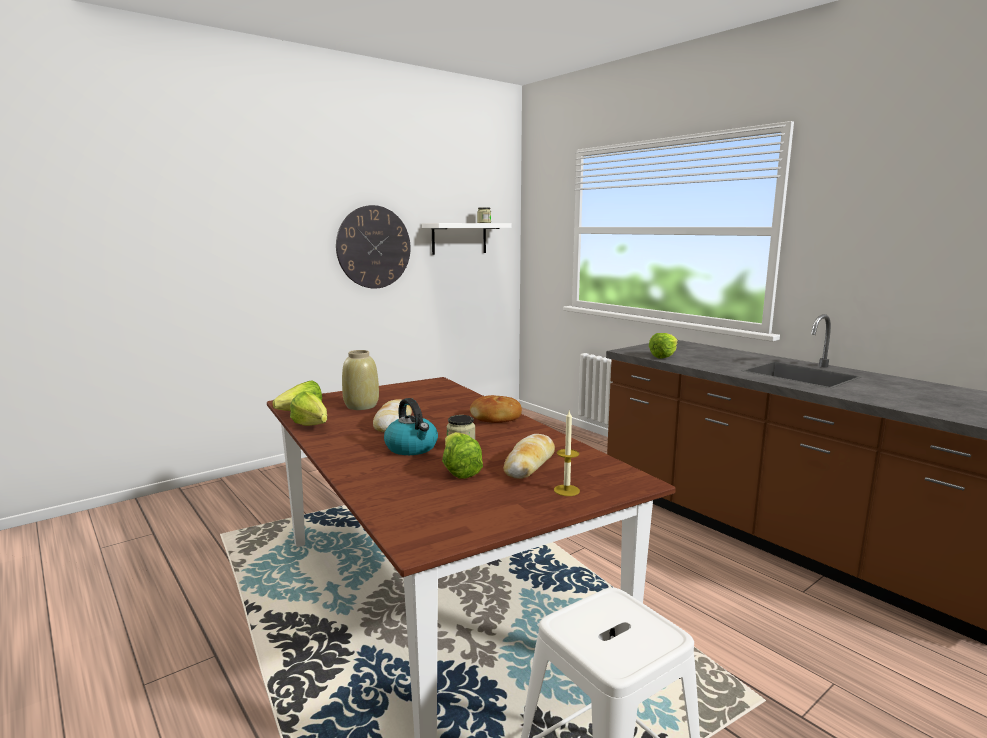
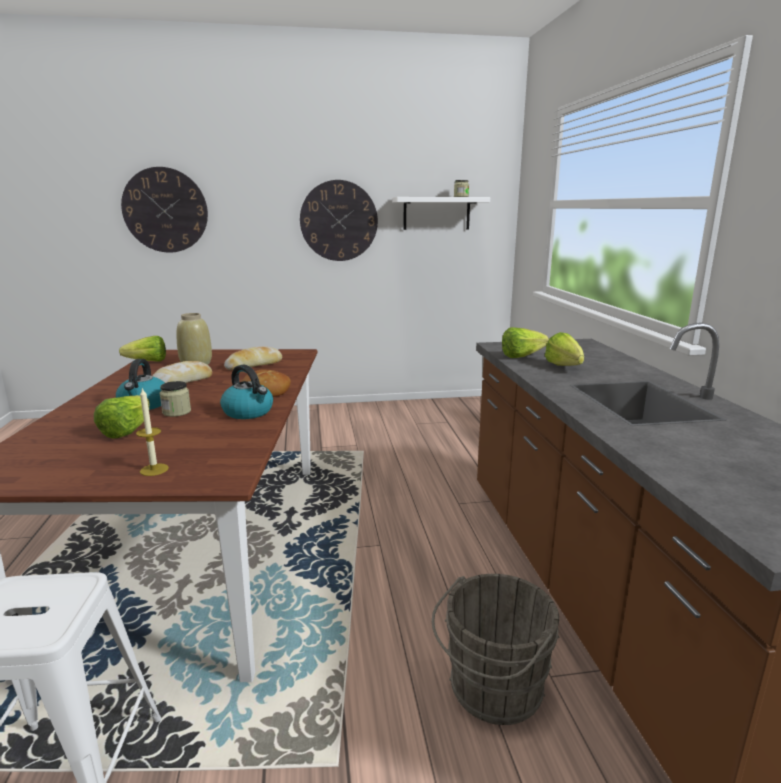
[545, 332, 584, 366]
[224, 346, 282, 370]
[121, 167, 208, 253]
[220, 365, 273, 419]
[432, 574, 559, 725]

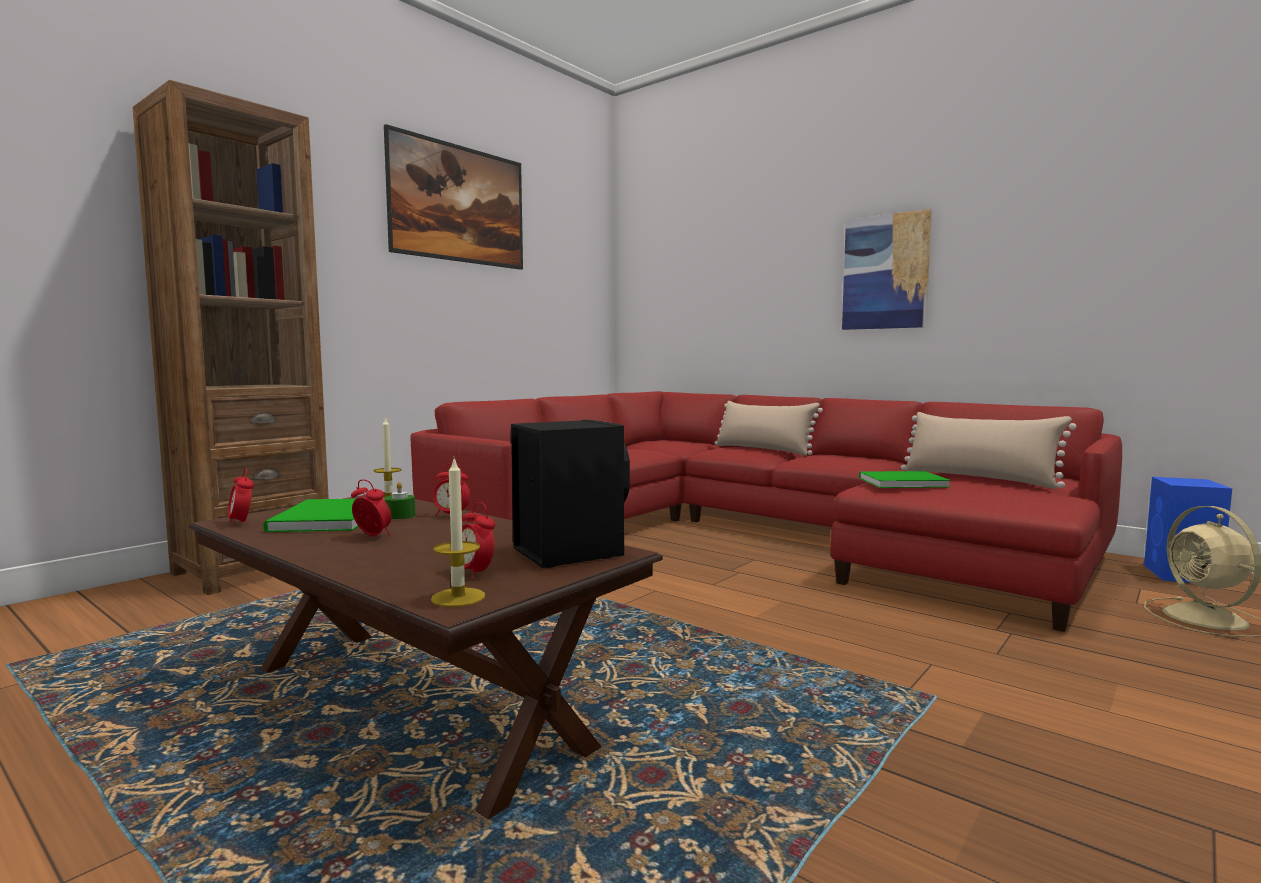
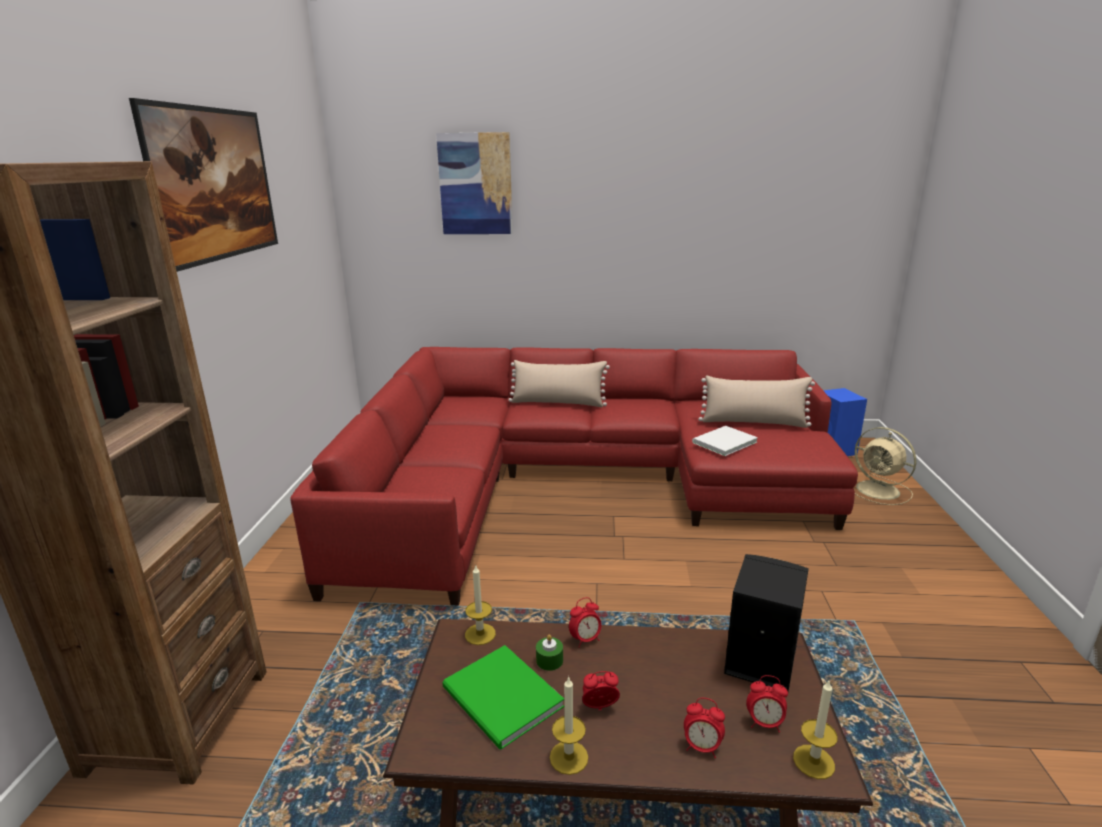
[436, 132, 513, 234]
[684, 698, 725, 758]
[692, 426, 758, 456]
[550, 676, 588, 775]

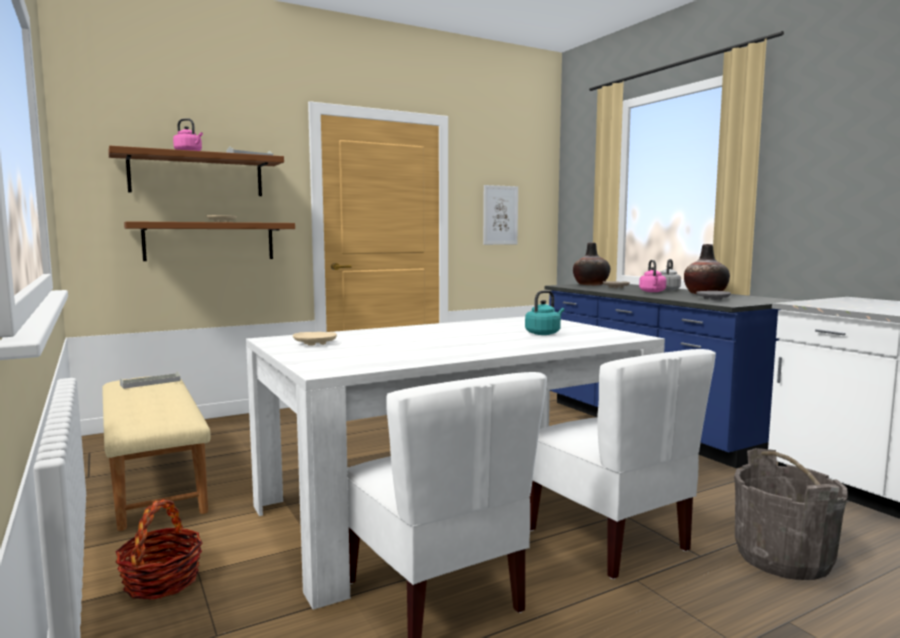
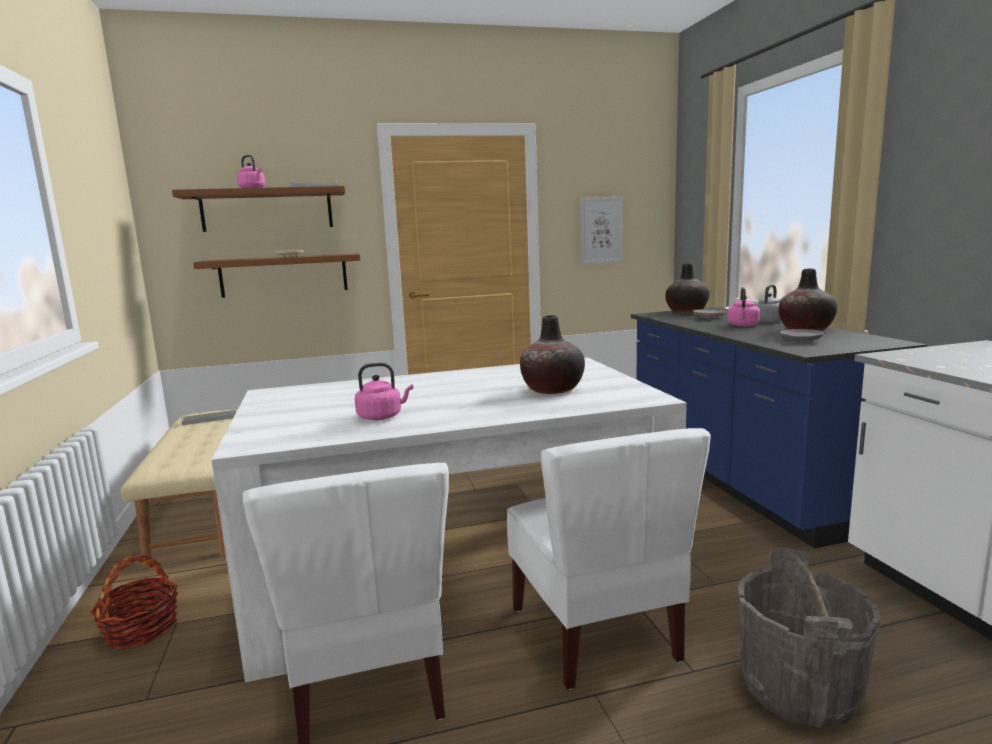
[520, 315, 585, 394]
[293, 332, 337, 346] (first image)
[355, 363, 413, 420]

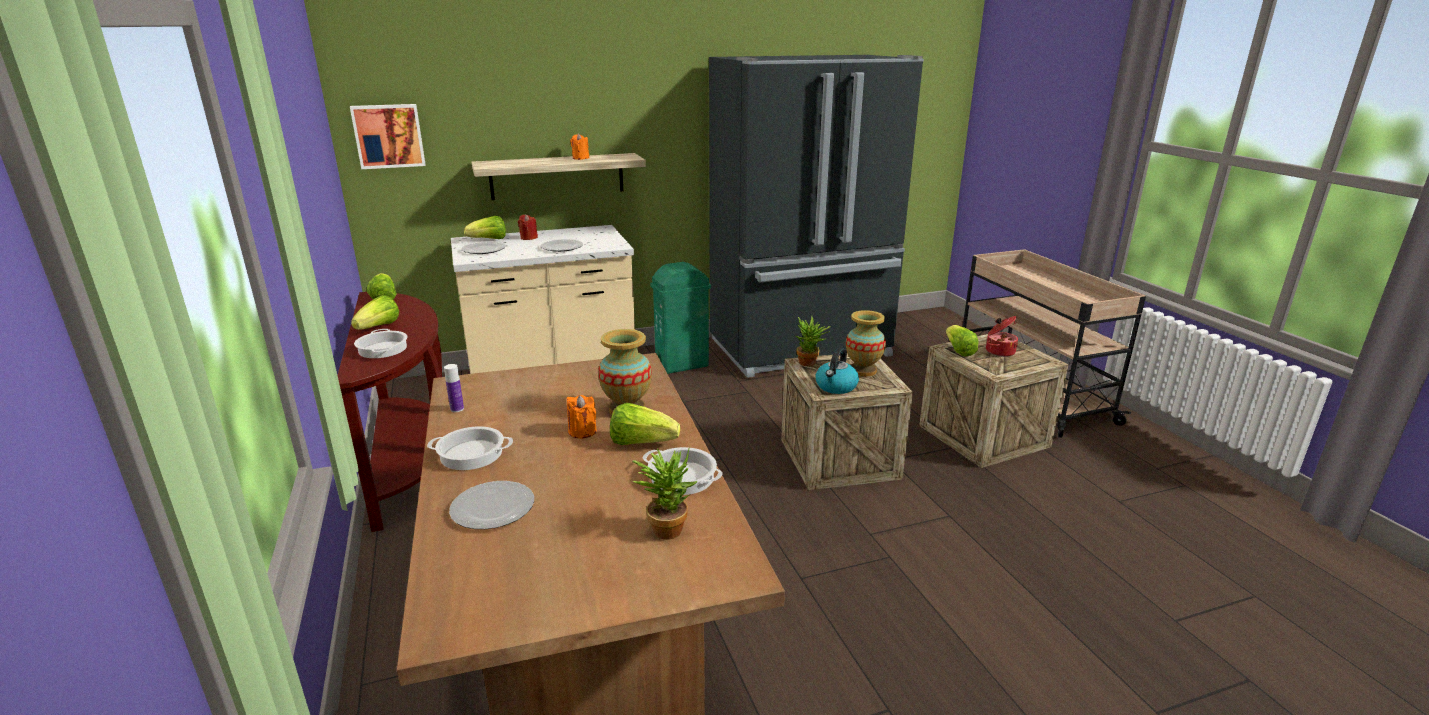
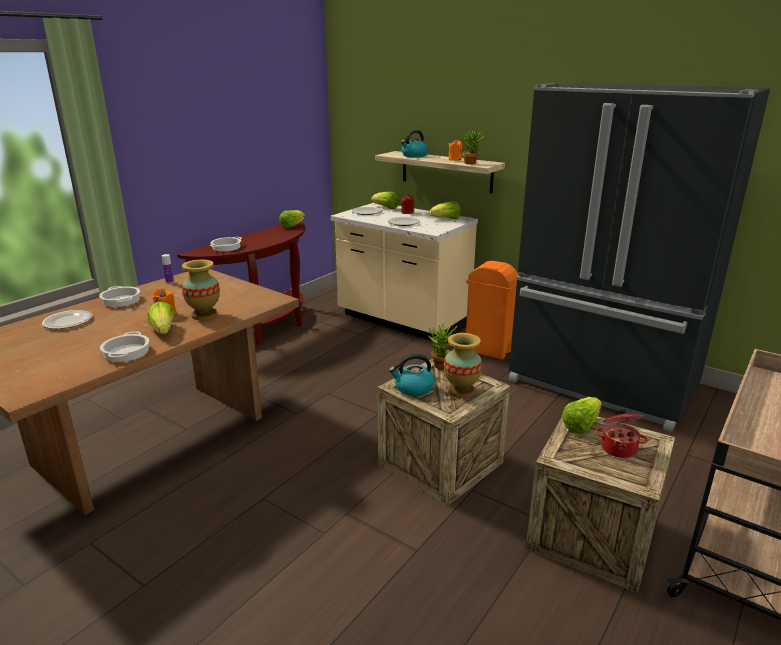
[350, 104, 426, 169] (first image)
[466, 261, 518, 360]
[430, 201, 461, 219]
[461, 129, 485, 164]
[401, 130, 428, 158]

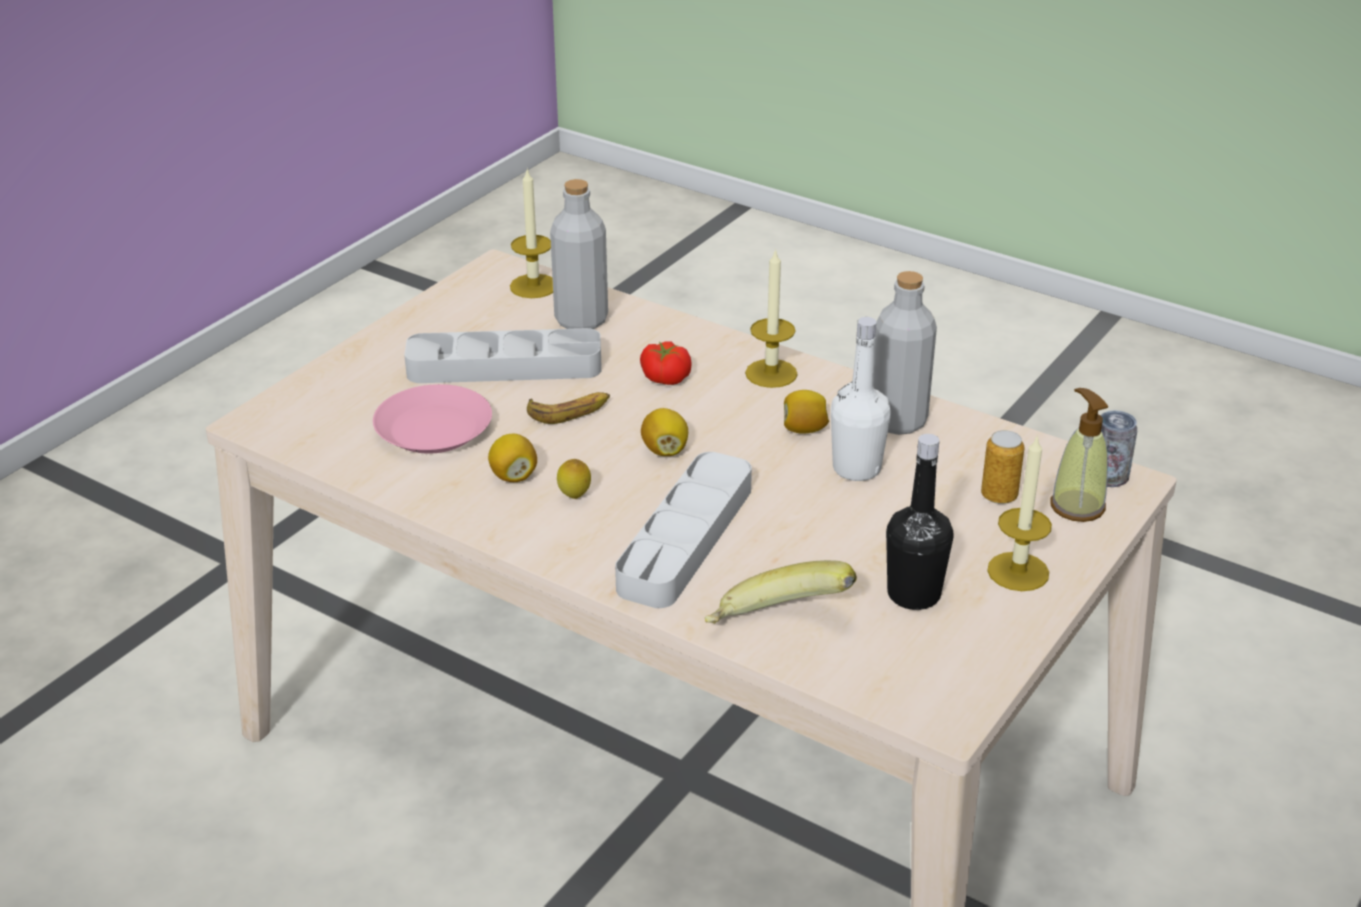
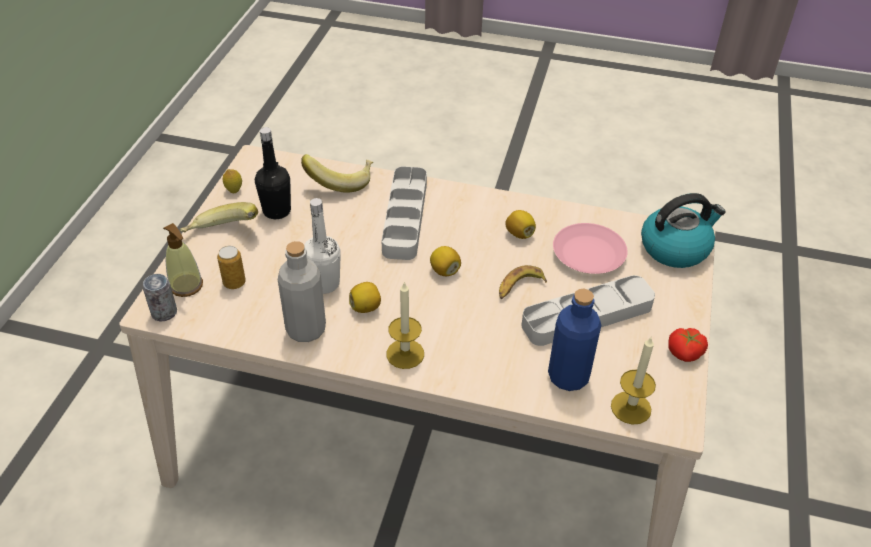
[548, 289, 601, 391]
[668, 328, 708, 362]
[180, 202, 258, 232]
[223, 169, 242, 193]
[641, 193, 726, 268]

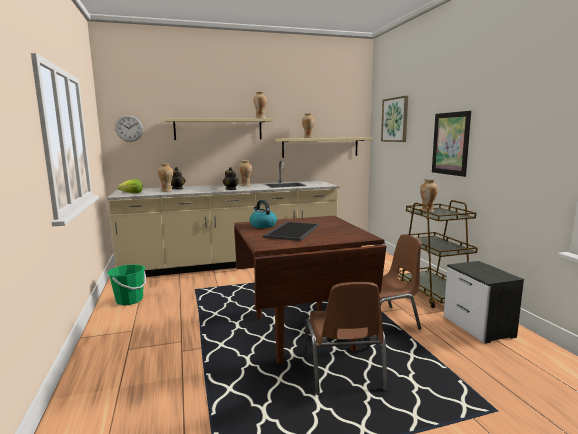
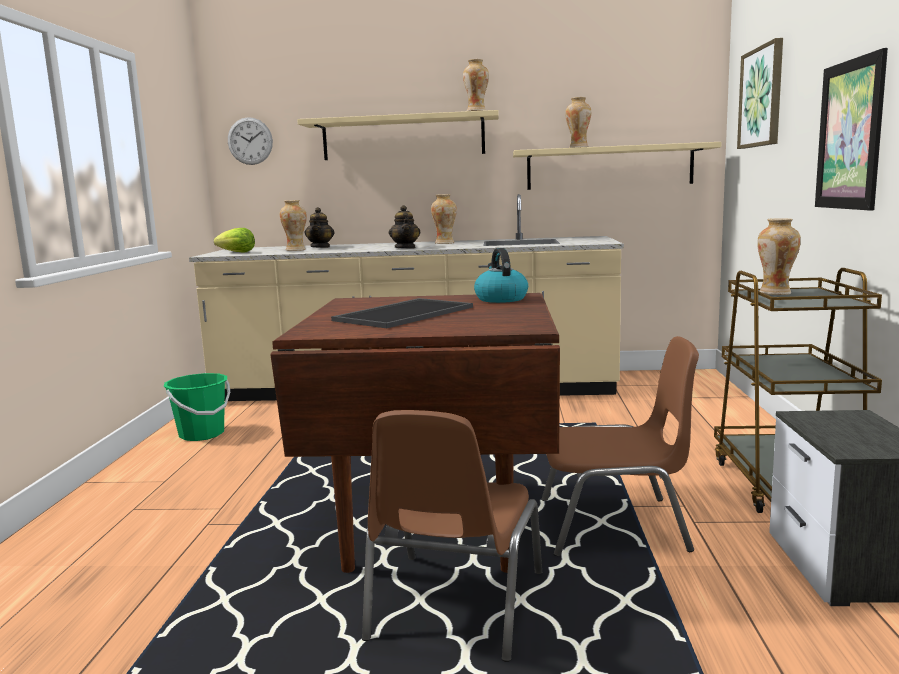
[474, 248, 528, 303]

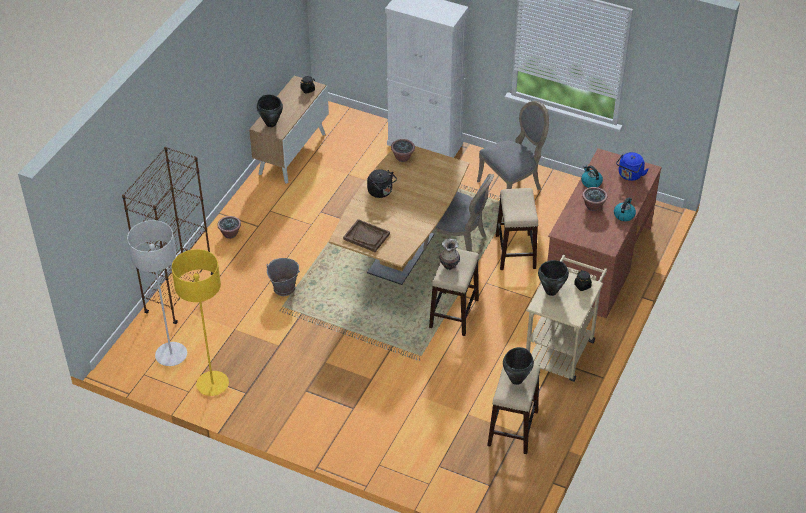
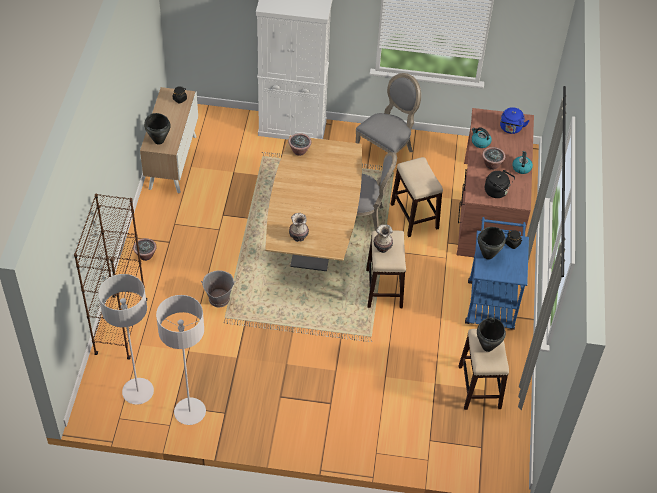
[485, 170, 515, 198]
[289, 213, 309, 242]
[156, 295, 206, 425]
[465, 217, 529, 330]

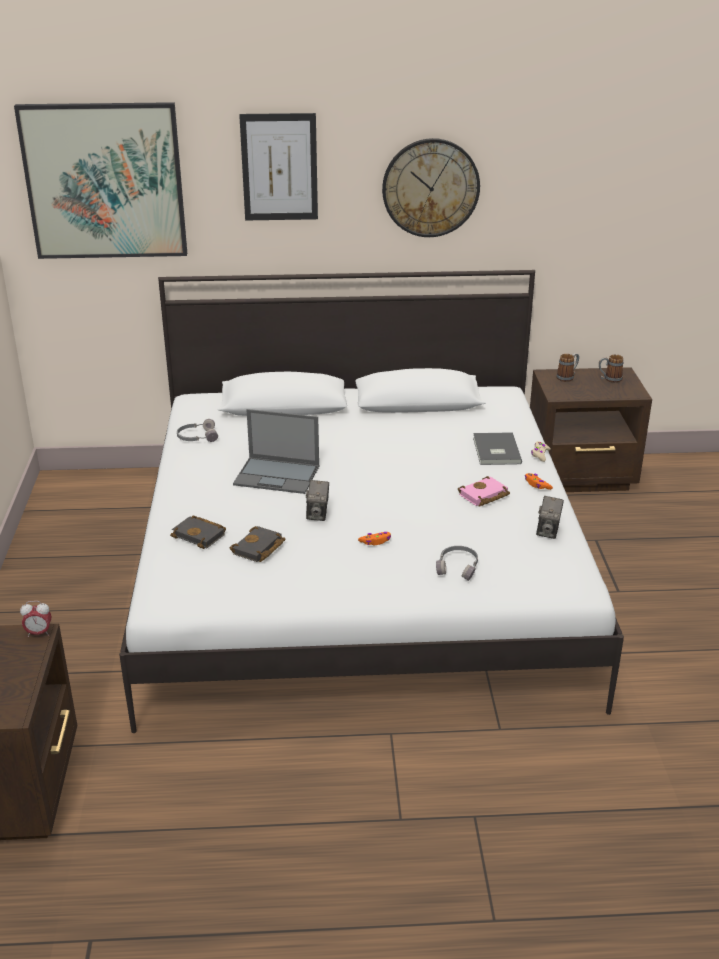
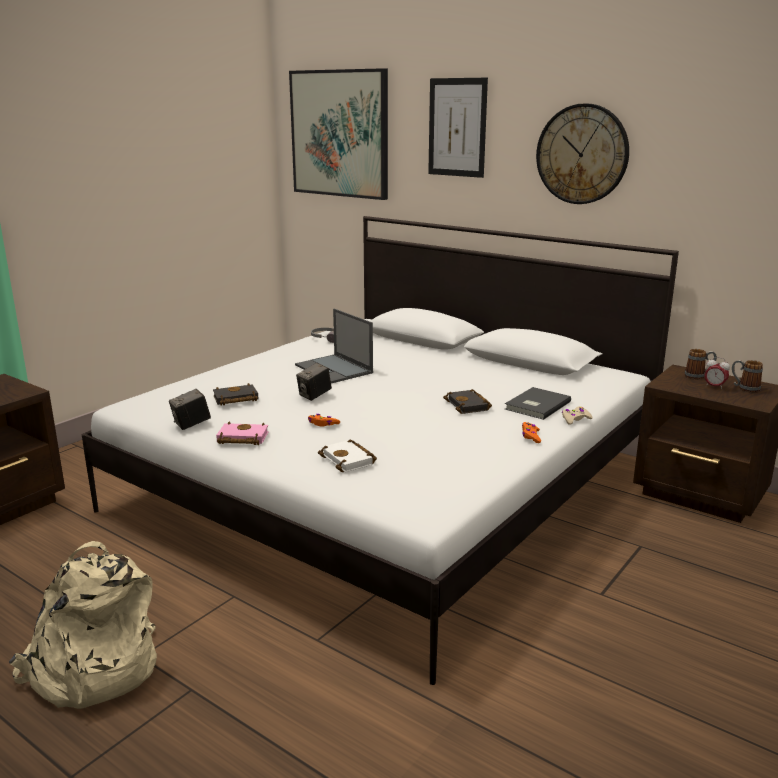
[216, 422, 269, 445]
[169, 389, 211, 430]
[443, 389, 492, 414]
[318, 439, 377, 472]
[705, 357, 730, 390]
[9, 541, 157, 709]

